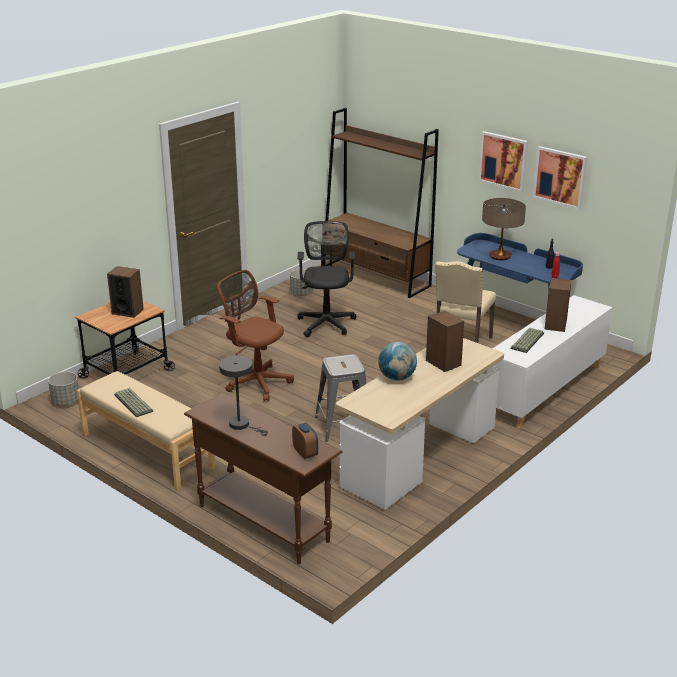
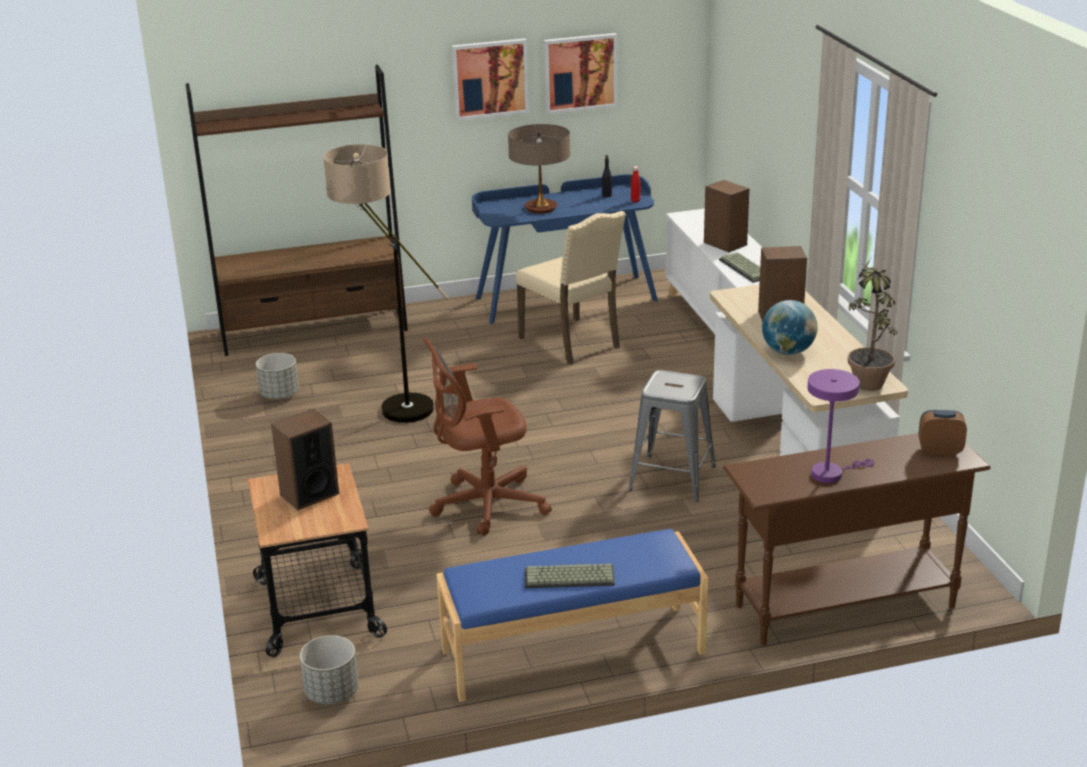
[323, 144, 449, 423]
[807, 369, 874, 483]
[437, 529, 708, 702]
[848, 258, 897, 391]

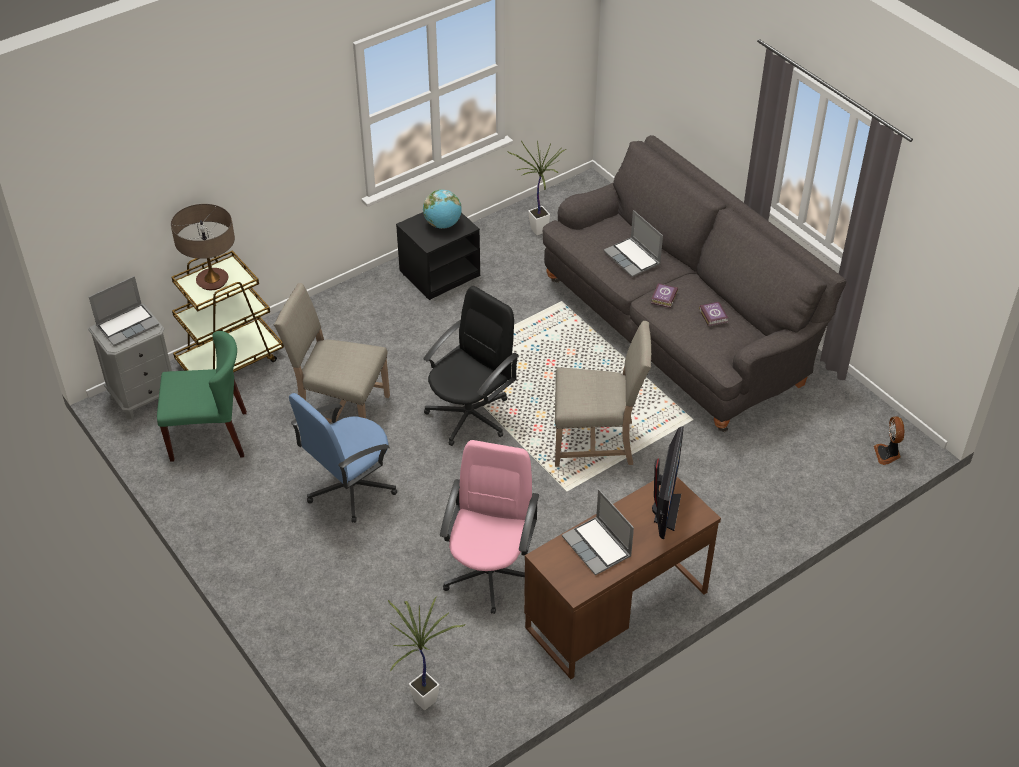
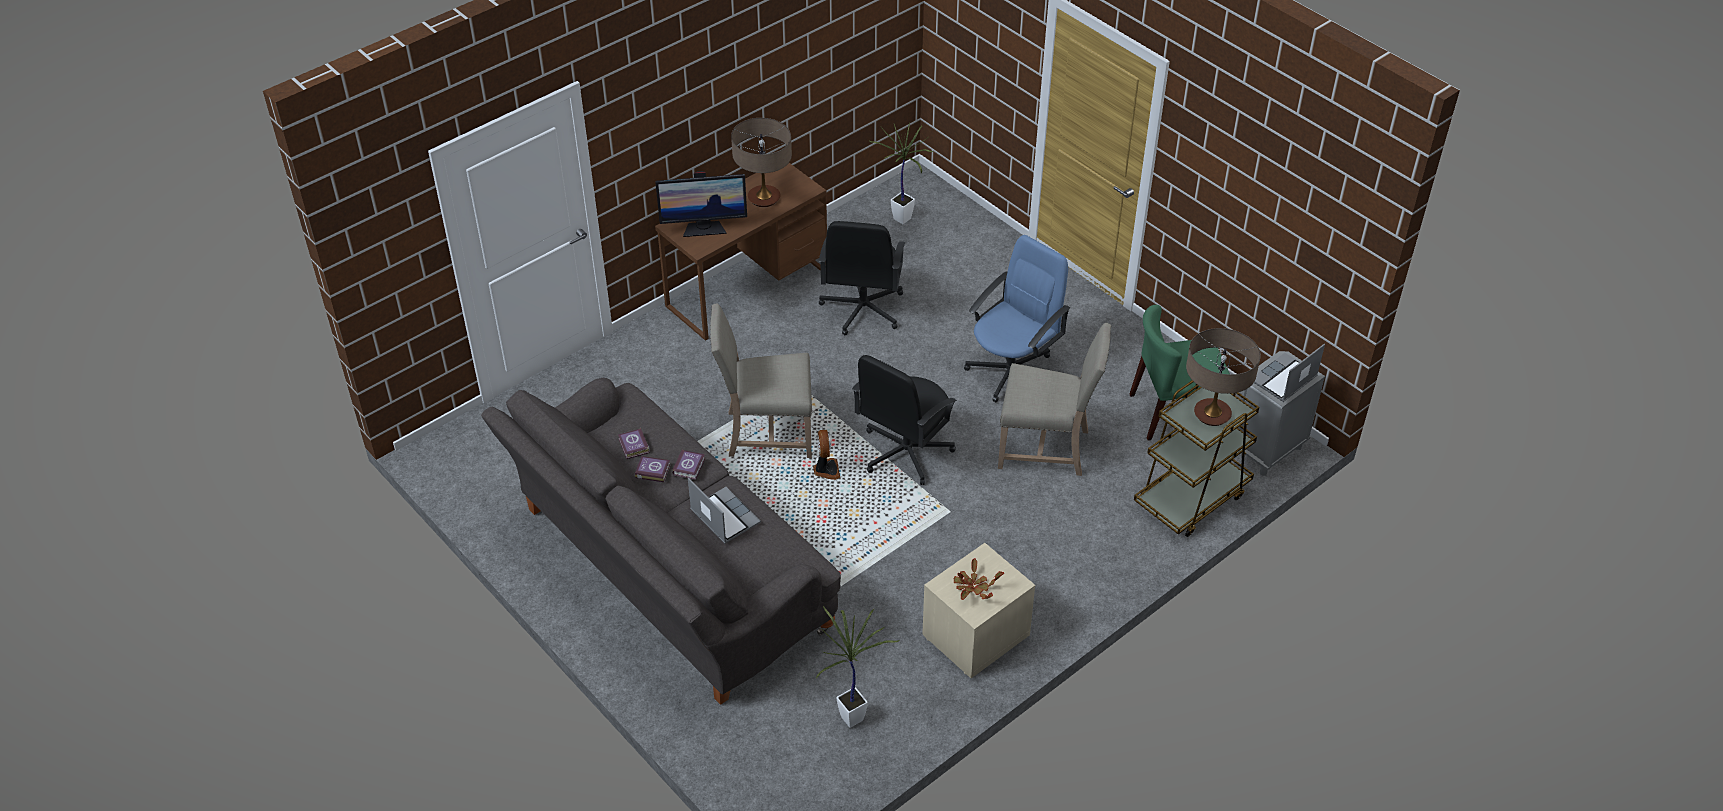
[953, 558, 1004, 600]
[922, 543, 1035, 678]
[813, 430, 840, 480]
[655, 171, 747, 237]
[819, 221, 905, 335]
[731, 118, 792, 207]
[635, 456, 671, 482]

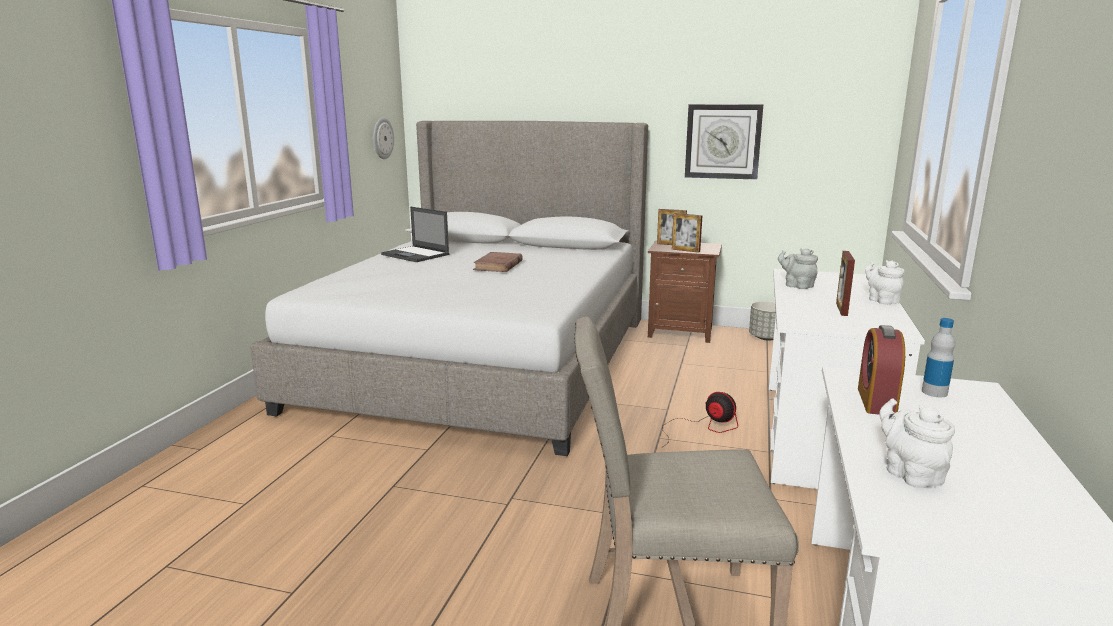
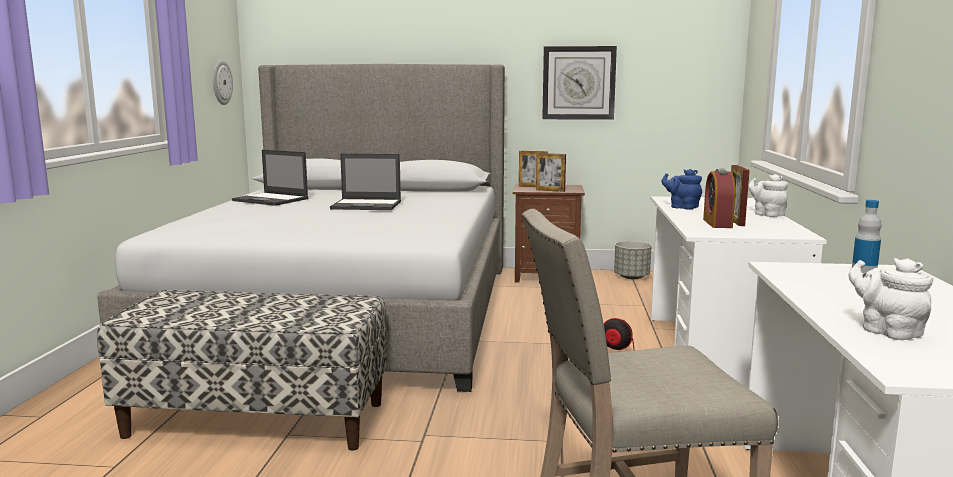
[661, 169, 702, 209]
[330, 154, 401, 210]
[703, 169, 735, 228]
[97, 290, 387, 450]

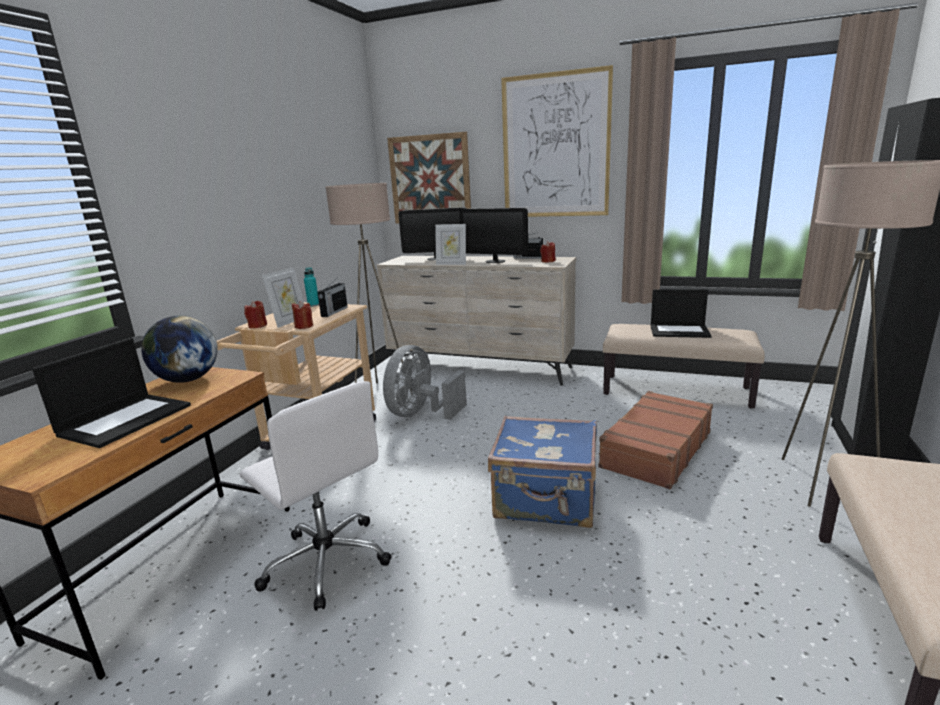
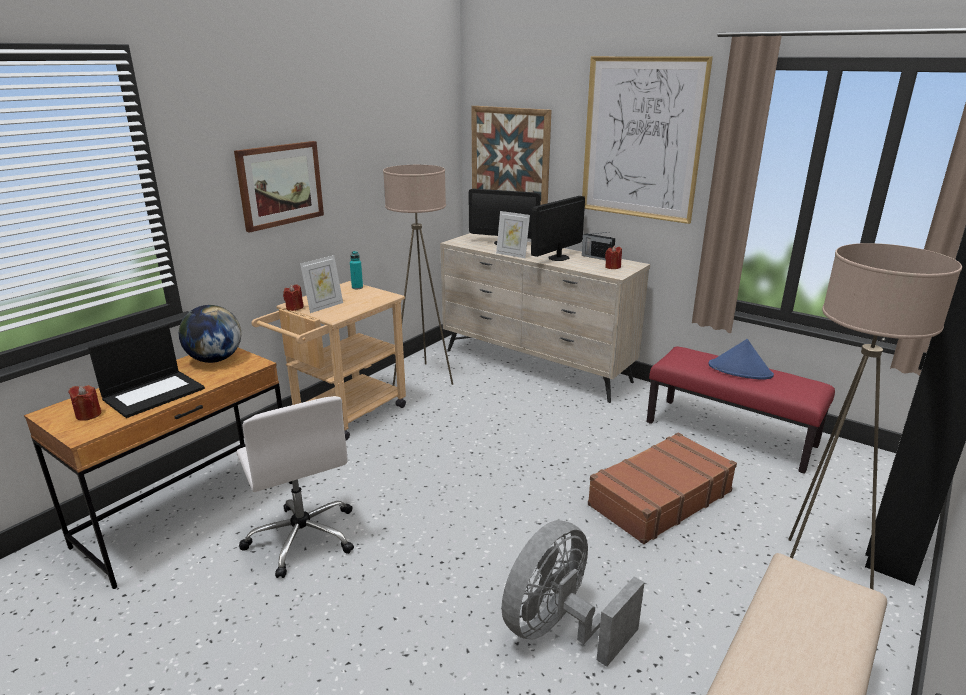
[531, 196, 585, 261]
[317, 279, 348, 317] (first image)
[708, 339, 774, 380]
[68, 385, 101, 421]
[647, 346, 835, 474]
[502, 520, 645, 667]
[488, 416, 597, 528] (first image)
[234, 141, 324, 233]

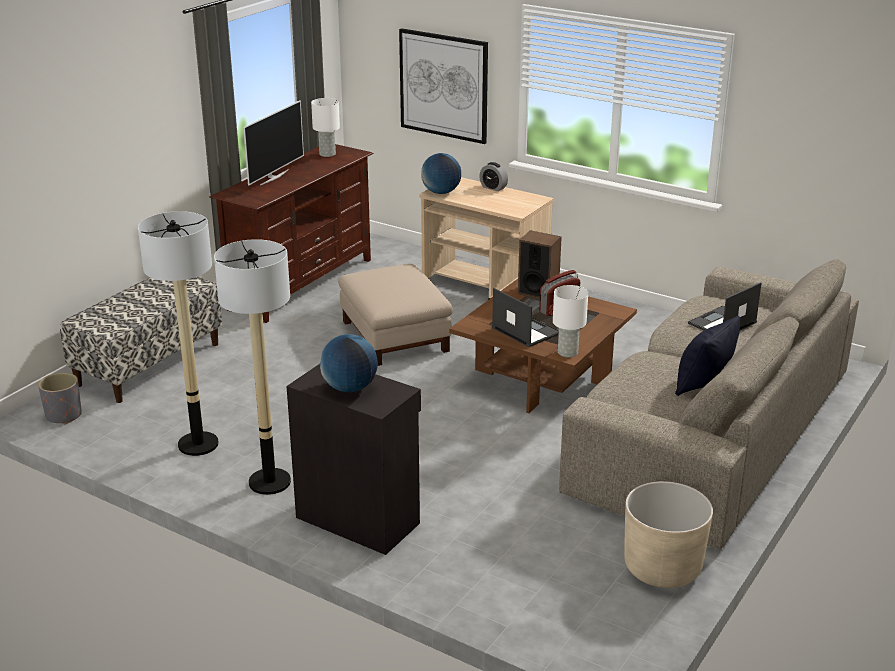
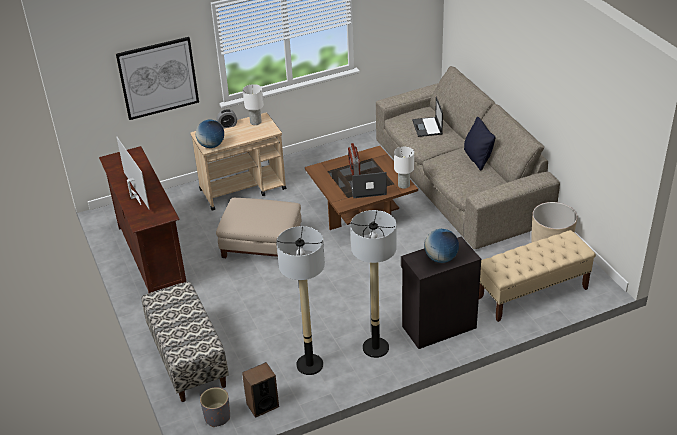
[243, 84, 264, 125]
[242, 362, 279, 418]
[479, 230, 596, 322]

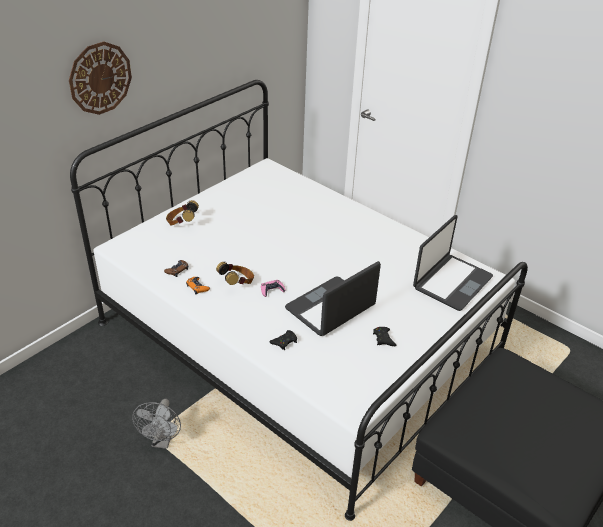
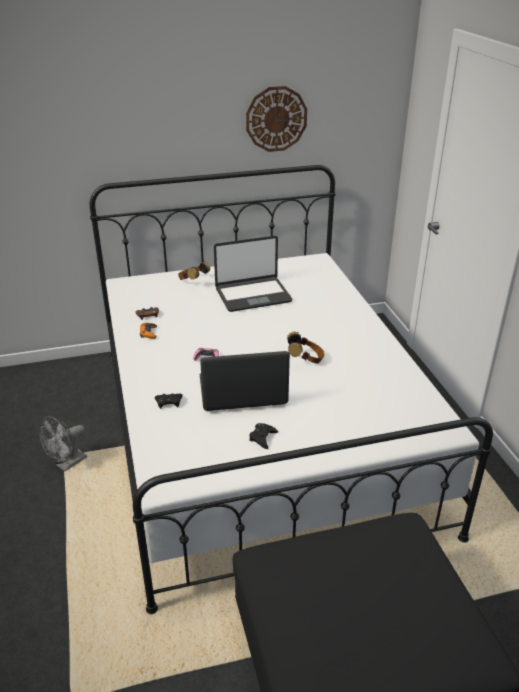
[246, 86, 307, 152]
[214, 236, 292, 312]
[287, 332, 325, 364]

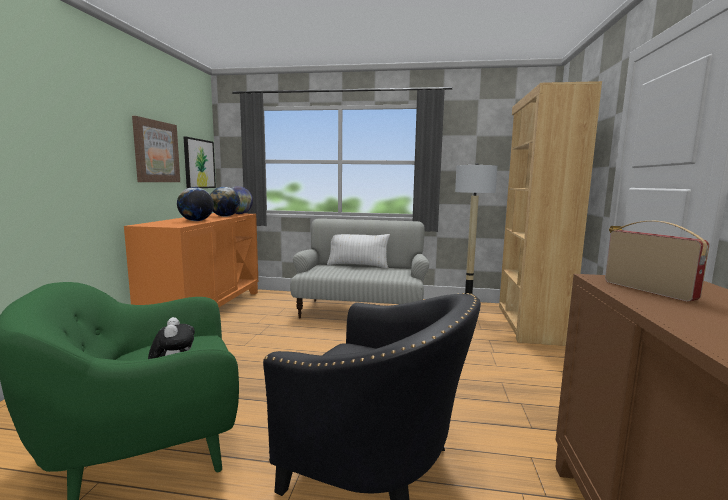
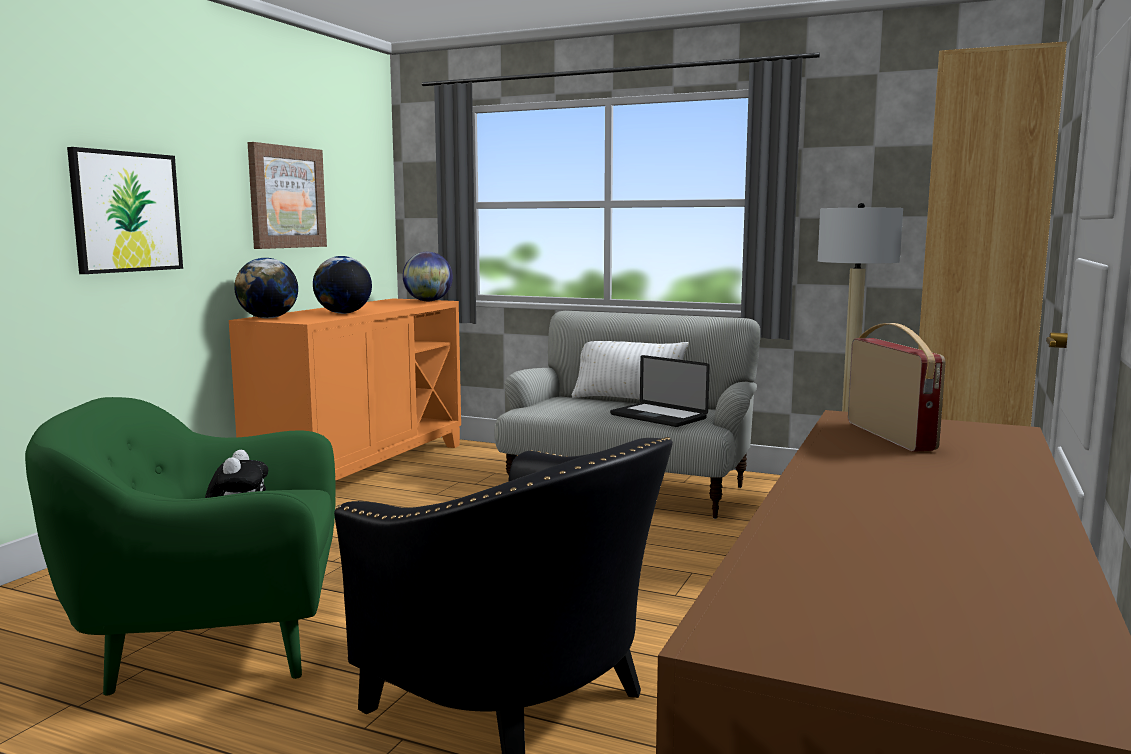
[67, 147, 183, 274]
[234, 258, 298, 319]
[610, 355, 710, 427]

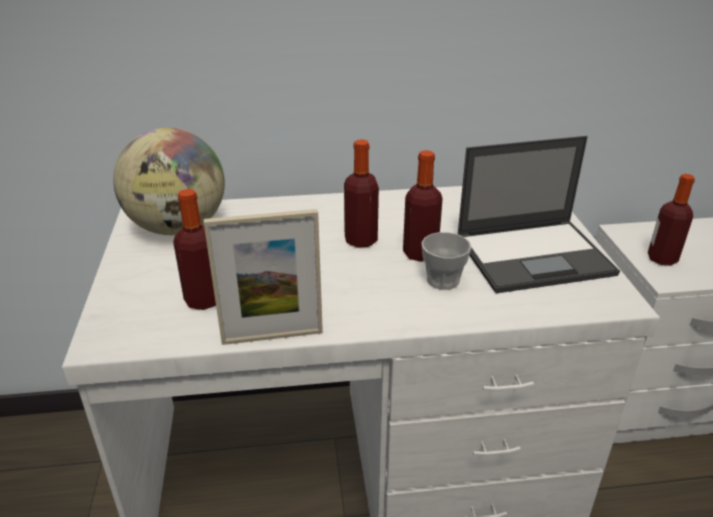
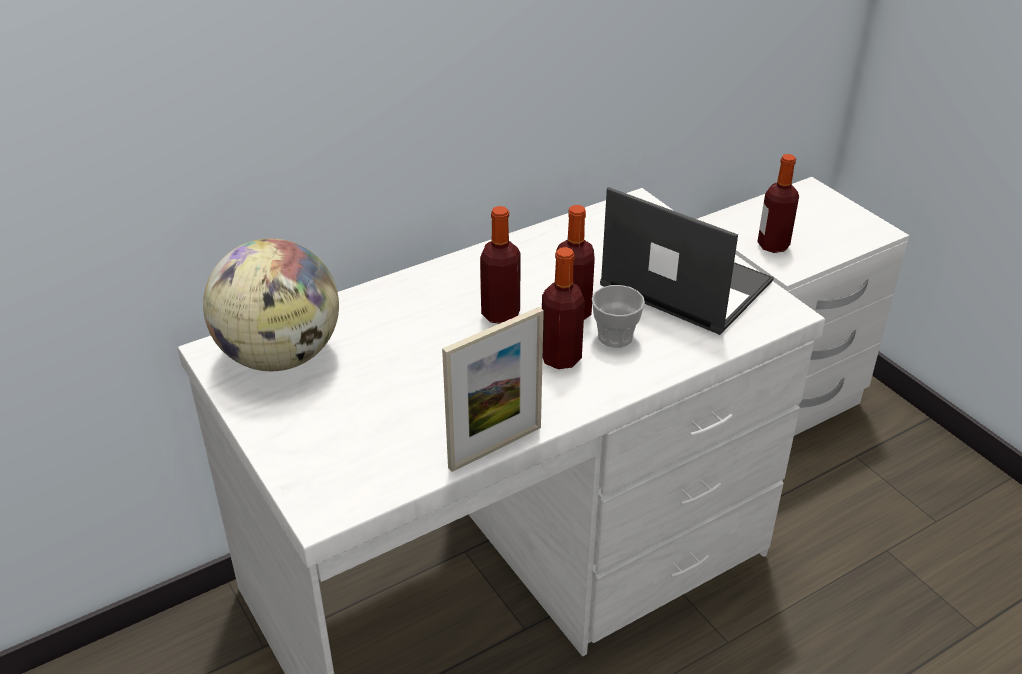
[600, 187, 774, 335]
[542, 247, 585, 369]

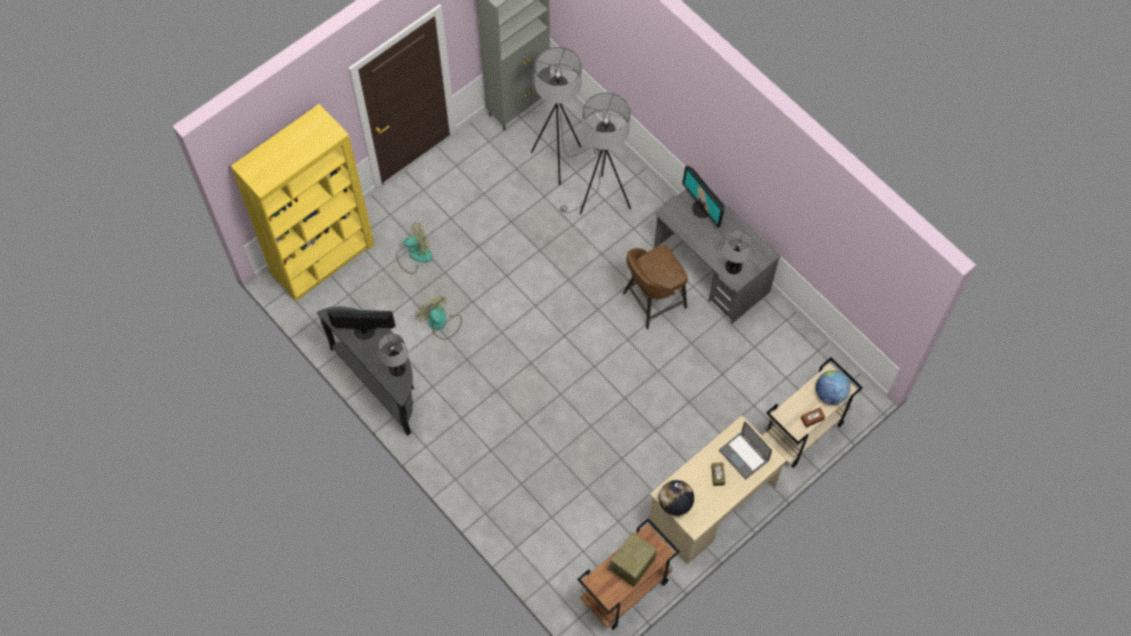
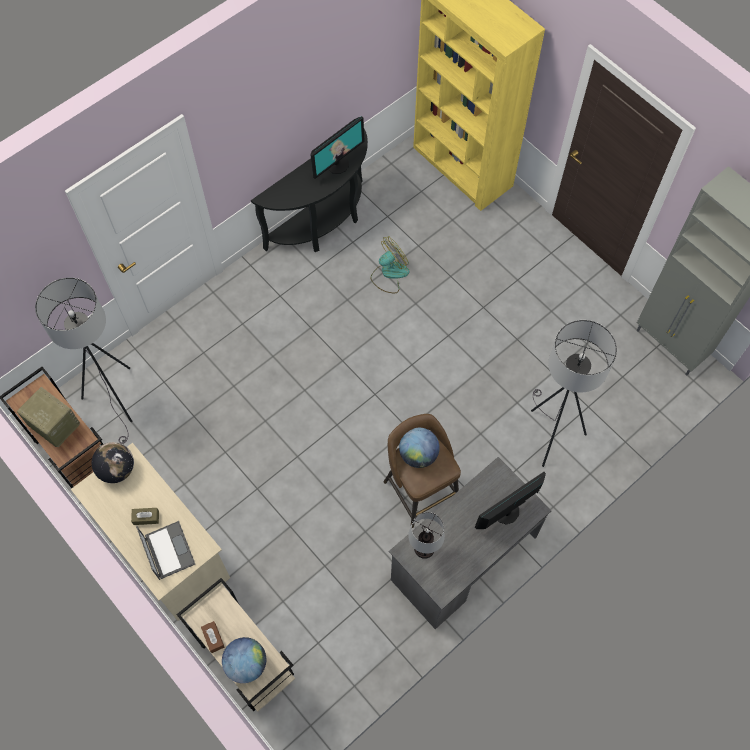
[35, 278, 132, 444]
[396, 222, 433, 274] (first image)
[310, 116, 365, 179]
[379, 333, 408, 376] (first image)
[136, 521, 195, 580]
[399, 428, 440, 468]

